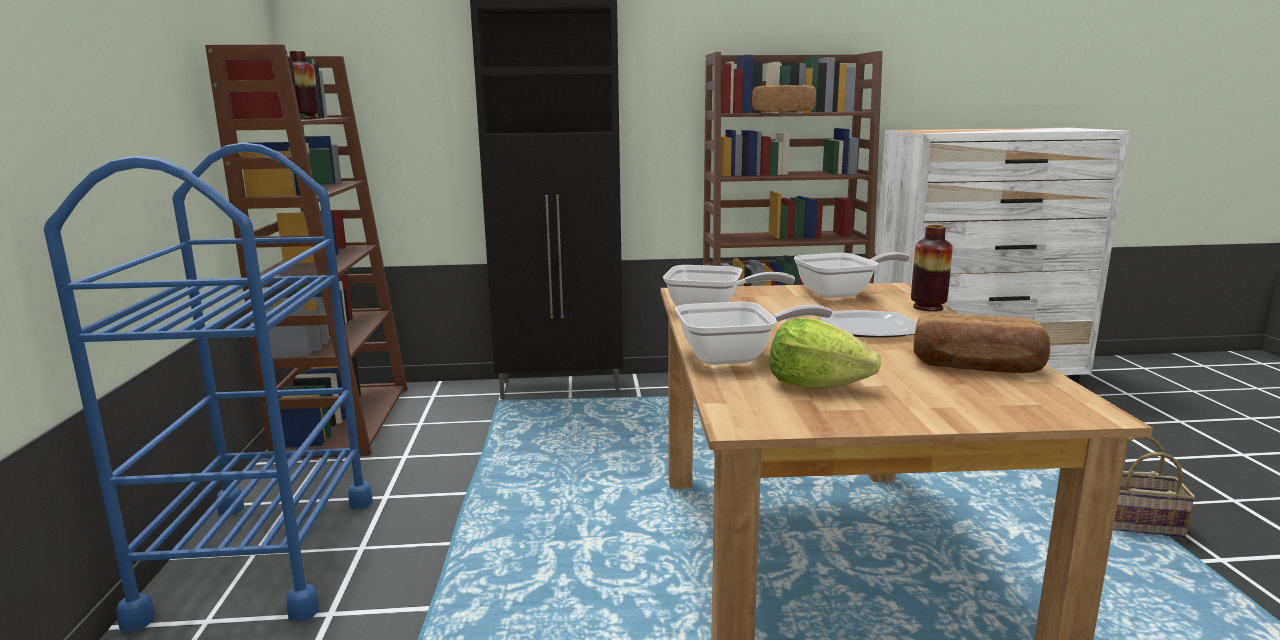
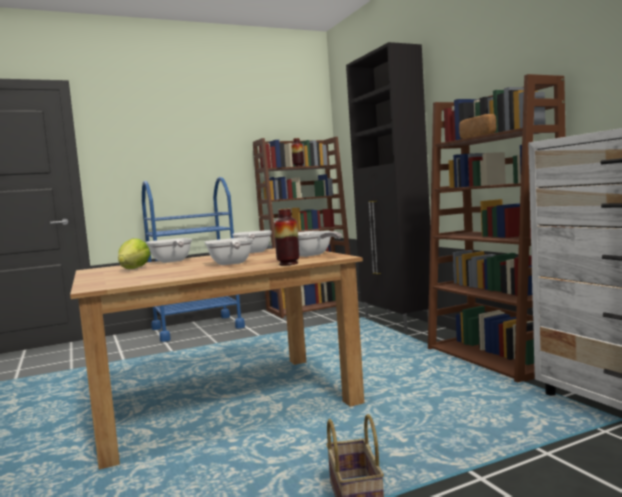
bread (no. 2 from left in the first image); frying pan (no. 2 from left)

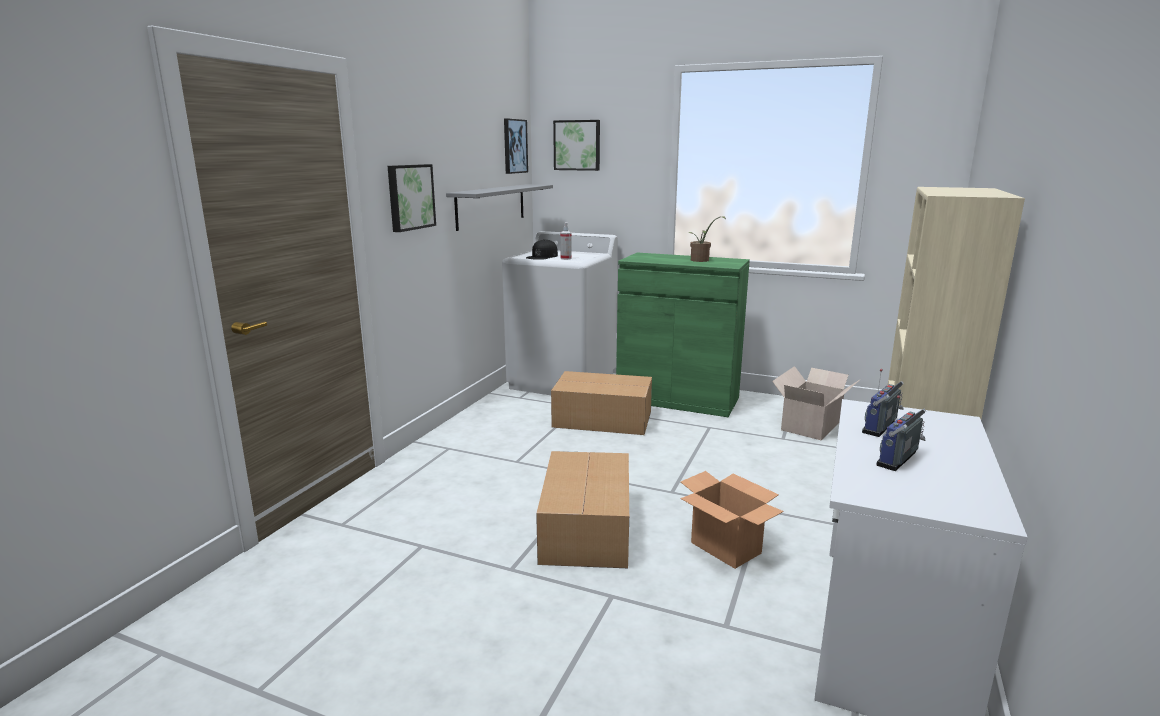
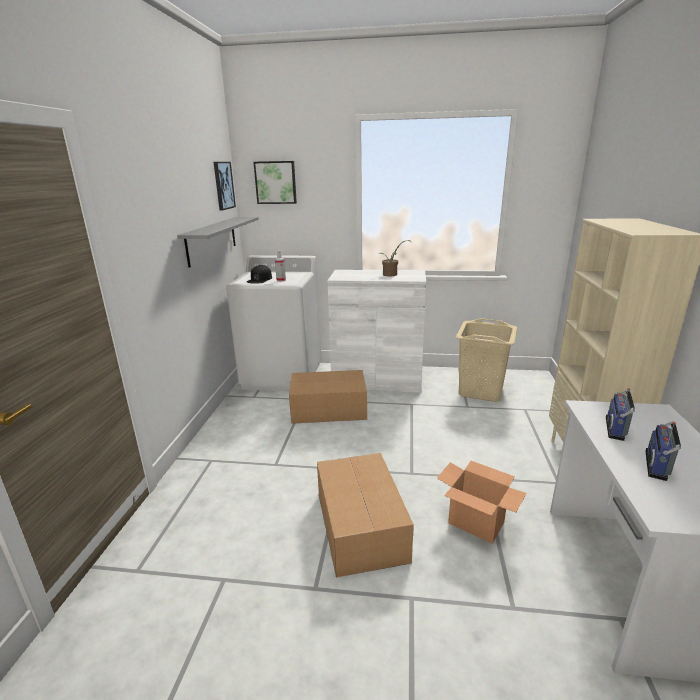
picture (no. 1 from left in the first image); beige laundry basket; white cabinet

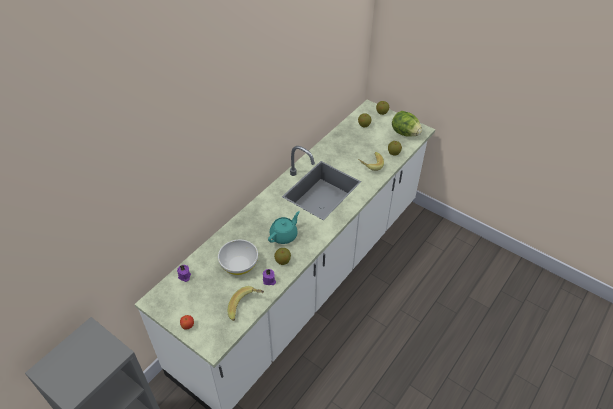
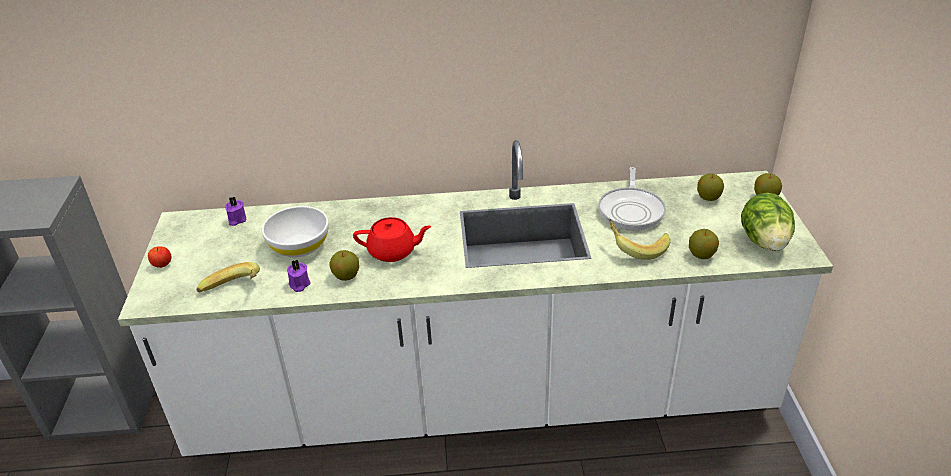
frying pan; red teapot

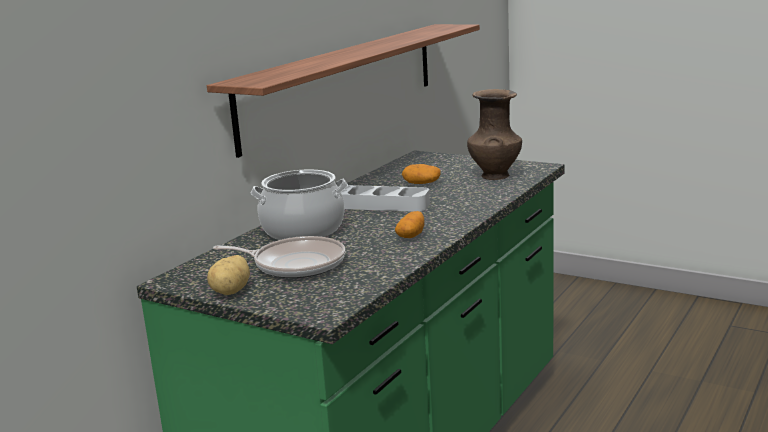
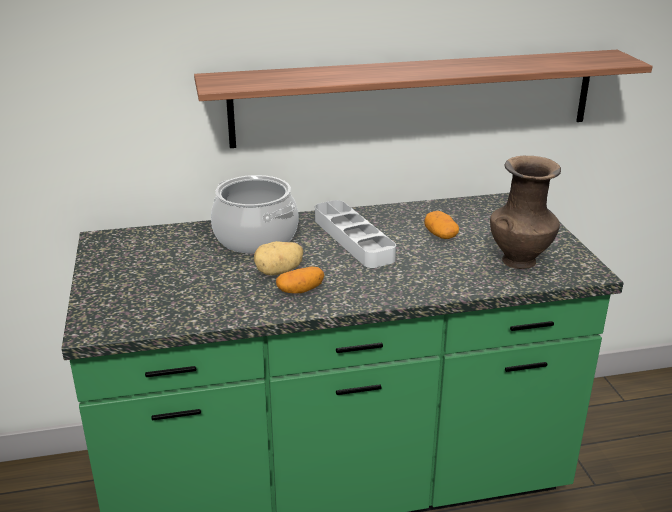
frying pan; potato (no. 1 from left)

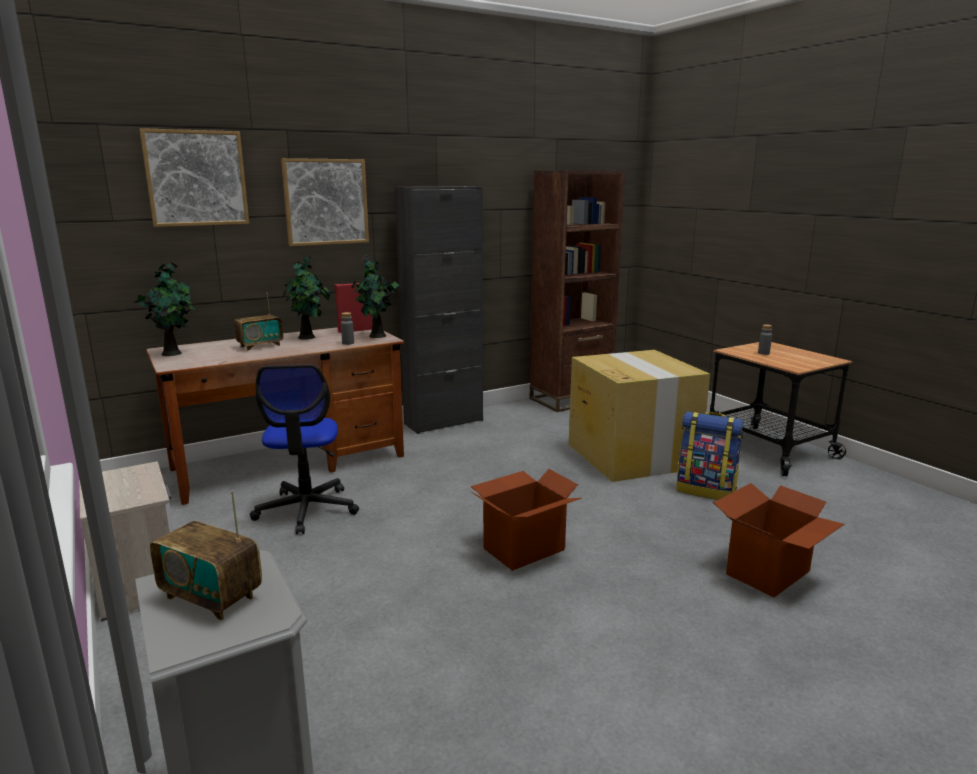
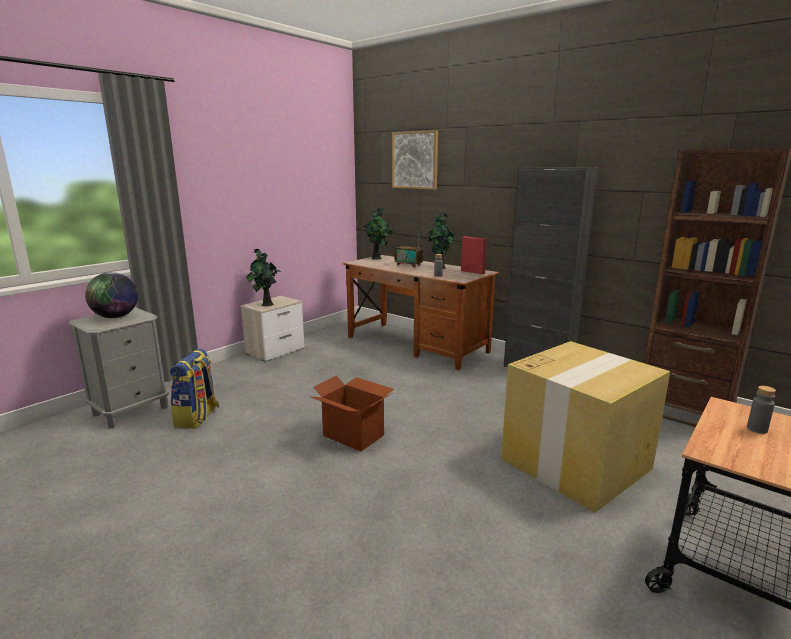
office chair; picture (no. 2 from left in the first image); cardboard box (no. 3 from left in the first image); potted plant (no. 1 from left); backpack; globe

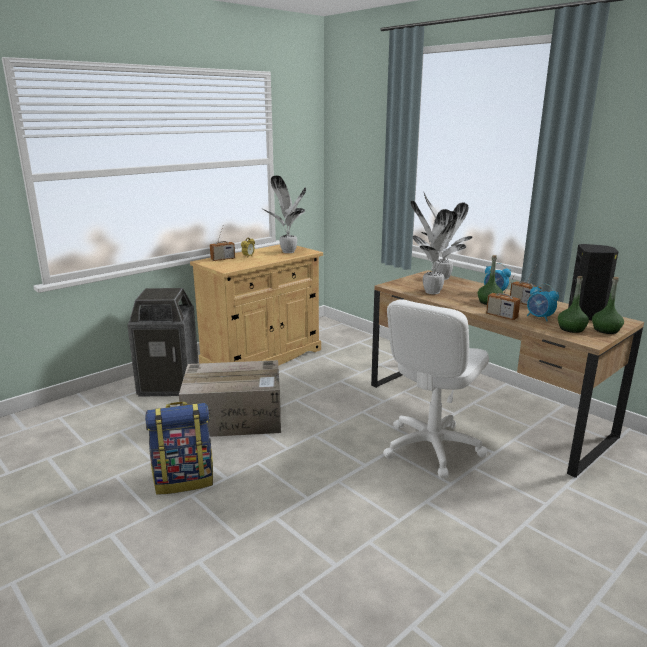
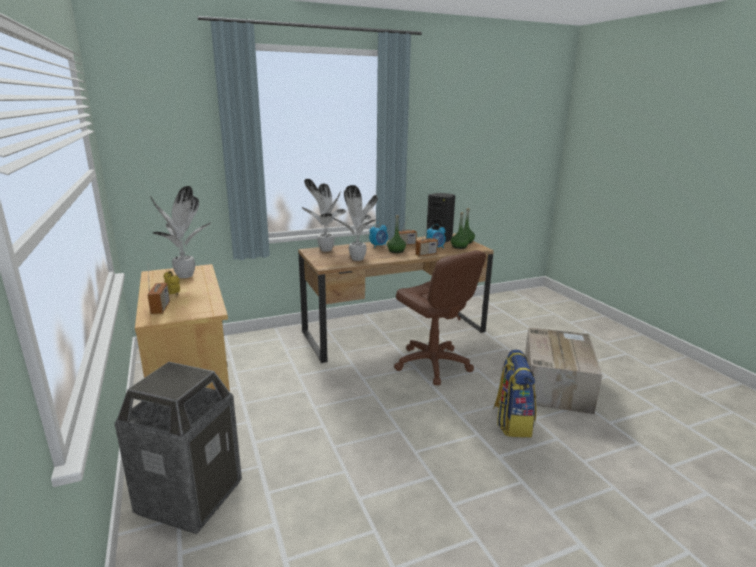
backpack; cardboard box; brown office chair

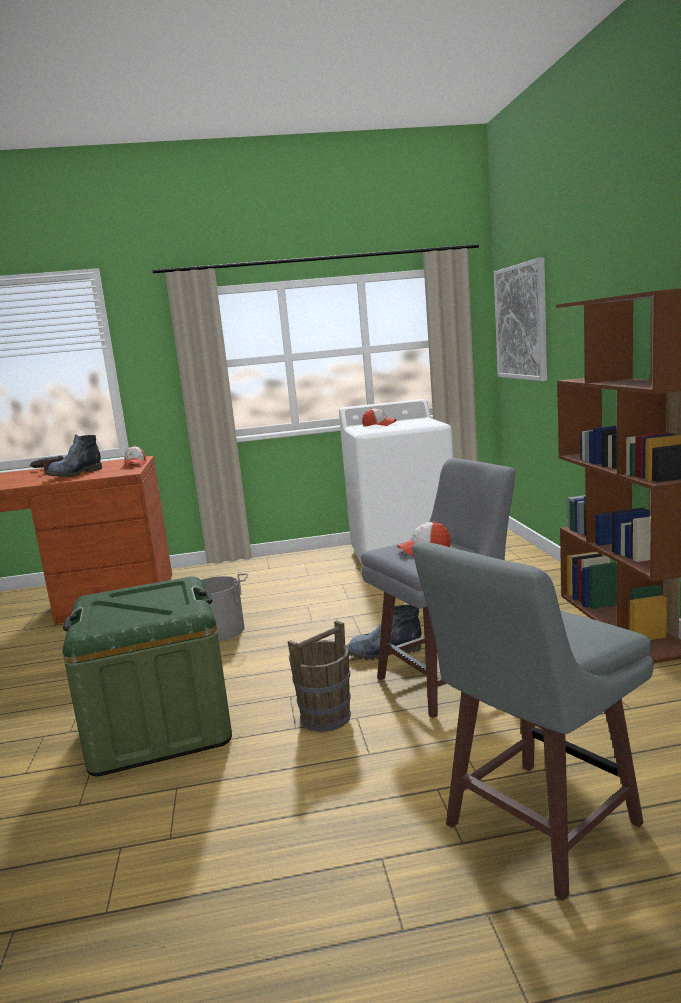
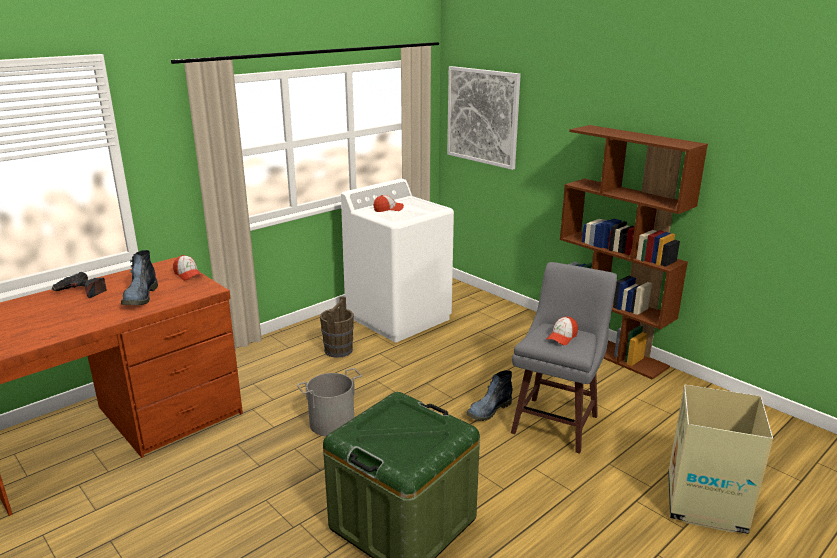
brown bucket; cardboard box

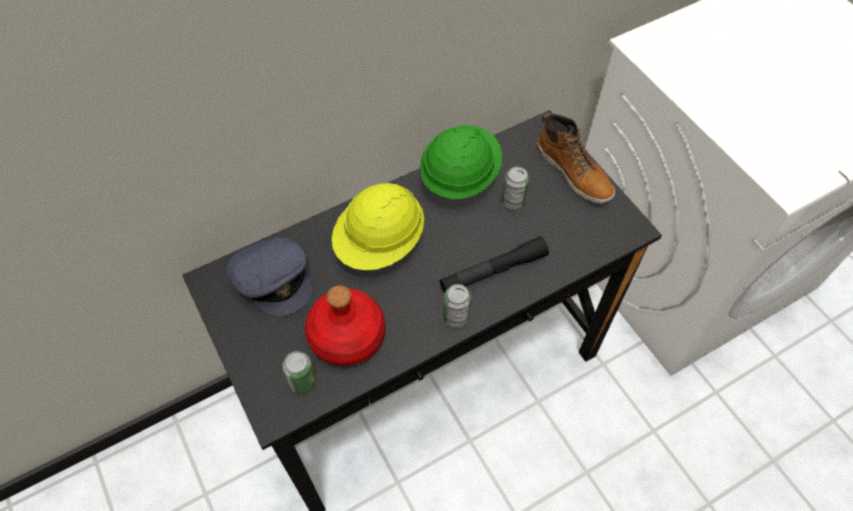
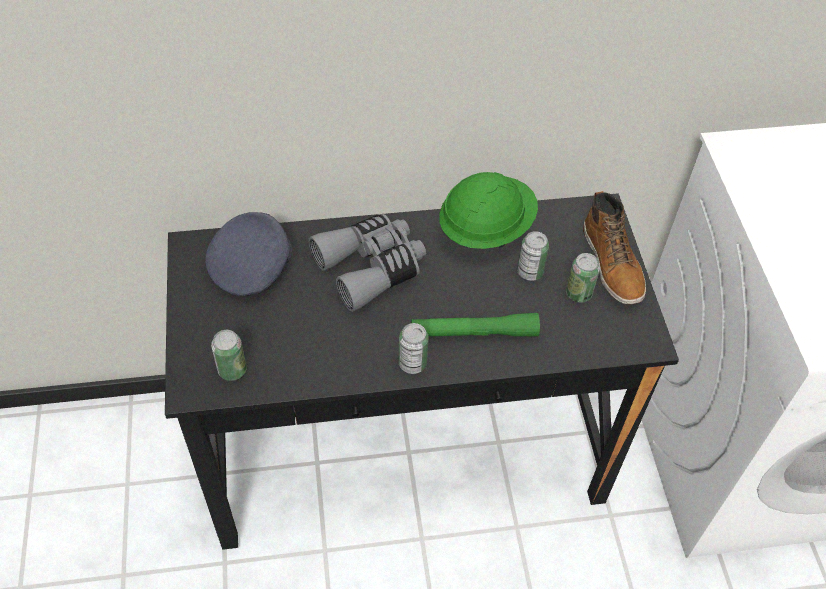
red bottle; can (no. 4 from left); grey binoculars; green flashlight; grey cap

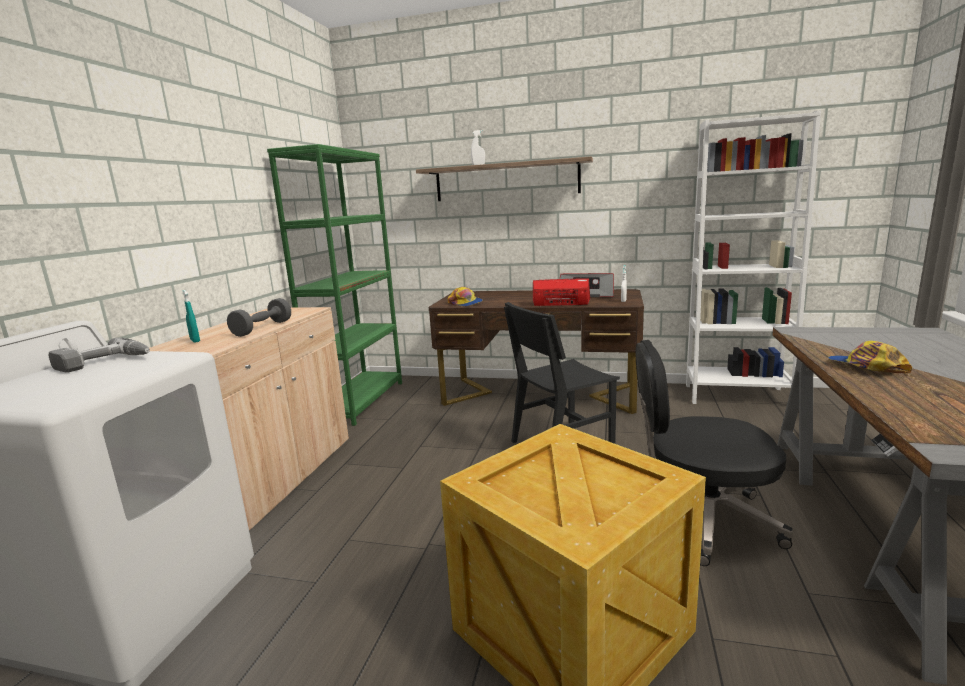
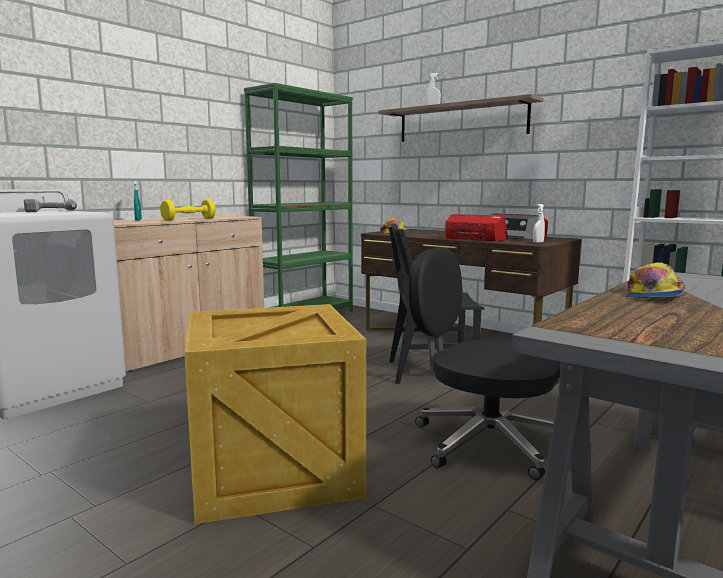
yellow dumbbell; cap (no. 2 from left)

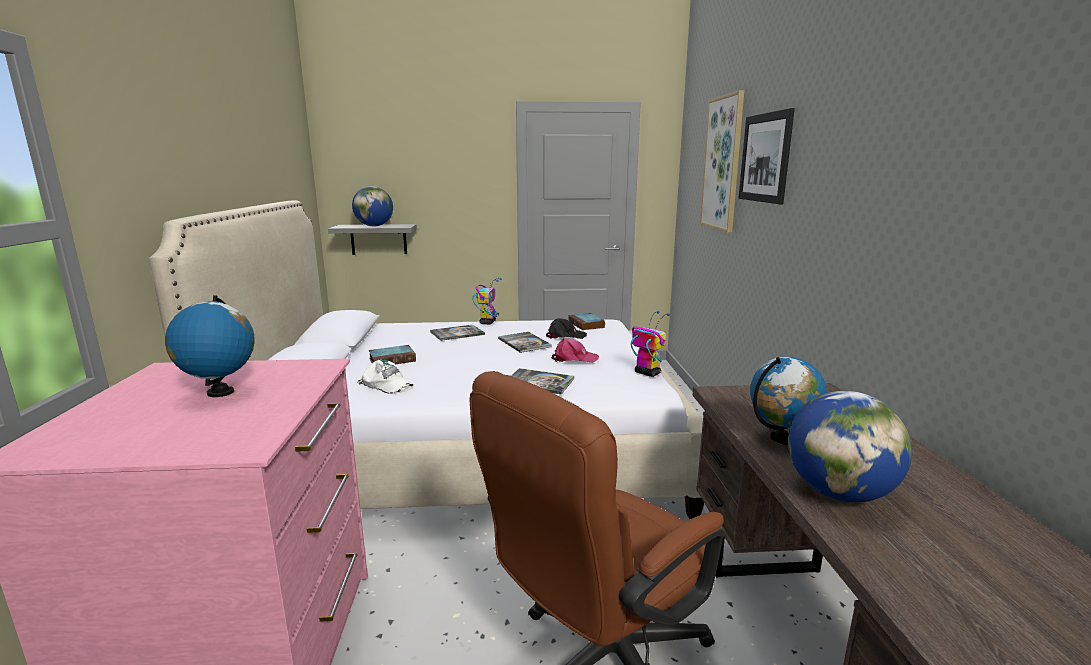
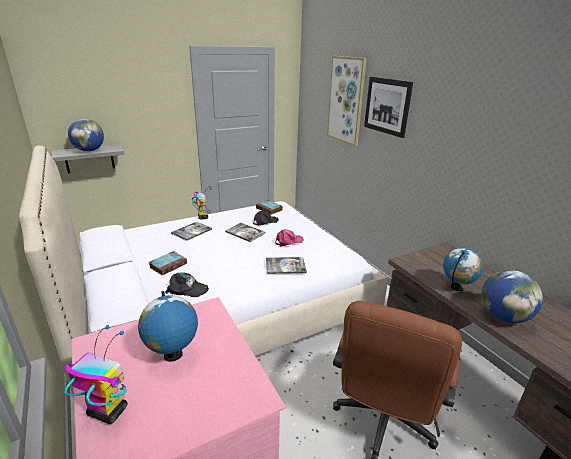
toy robot (no. 1 from left); black cap (no. 1 from left)

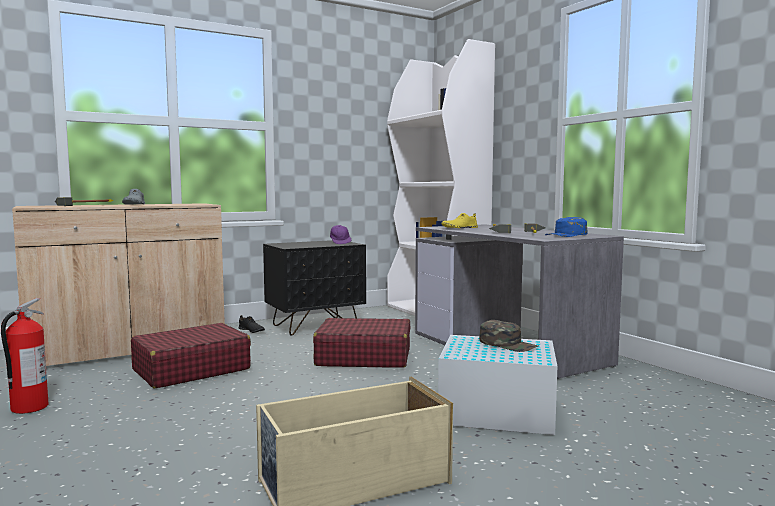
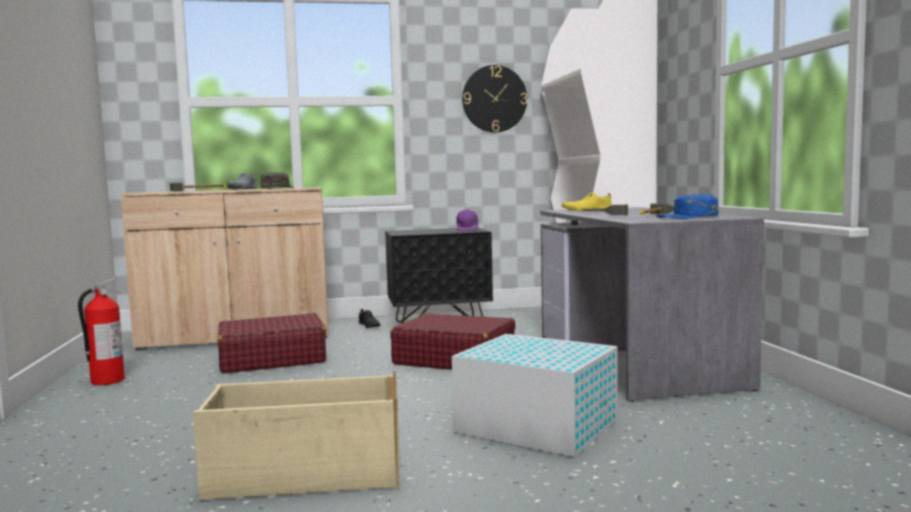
wall clock; green cap

